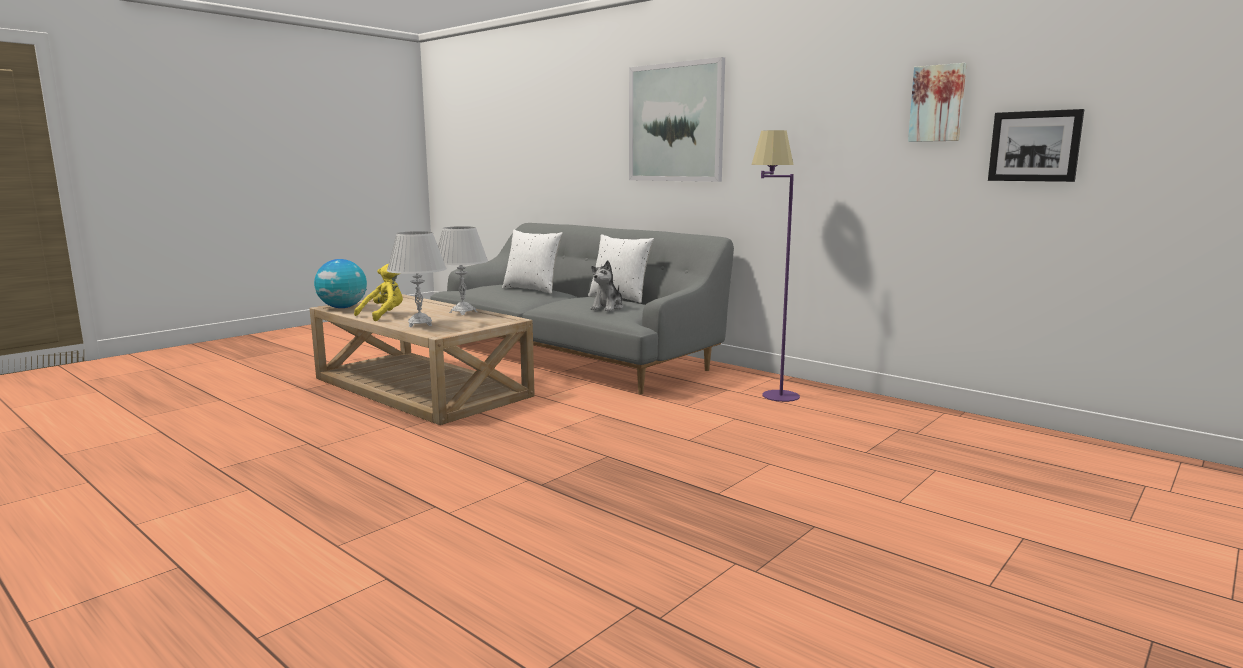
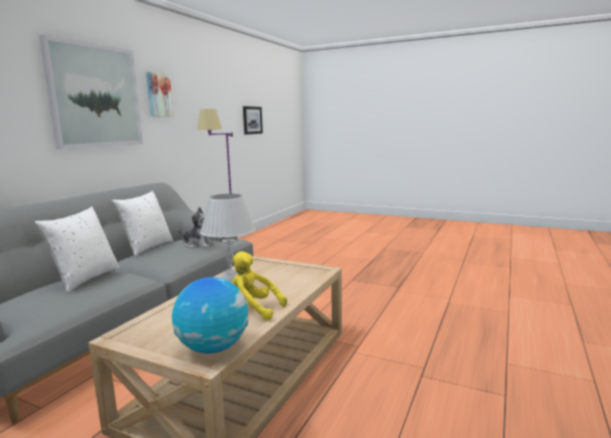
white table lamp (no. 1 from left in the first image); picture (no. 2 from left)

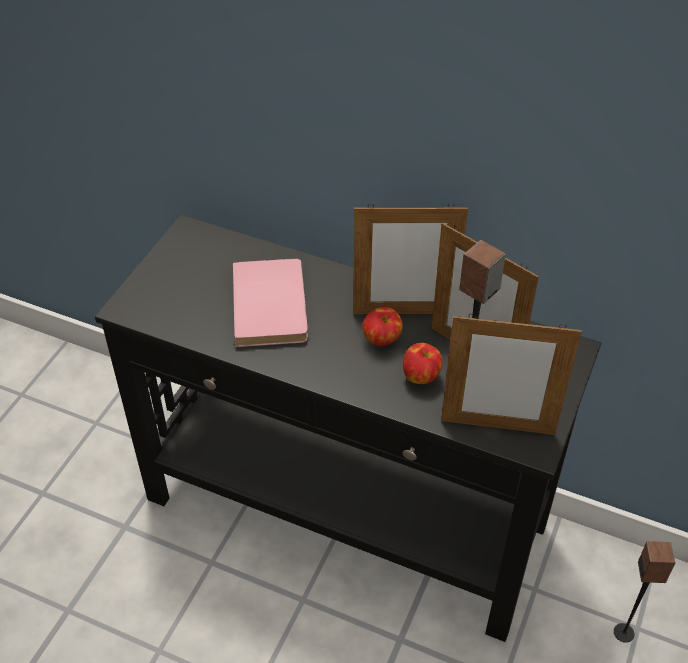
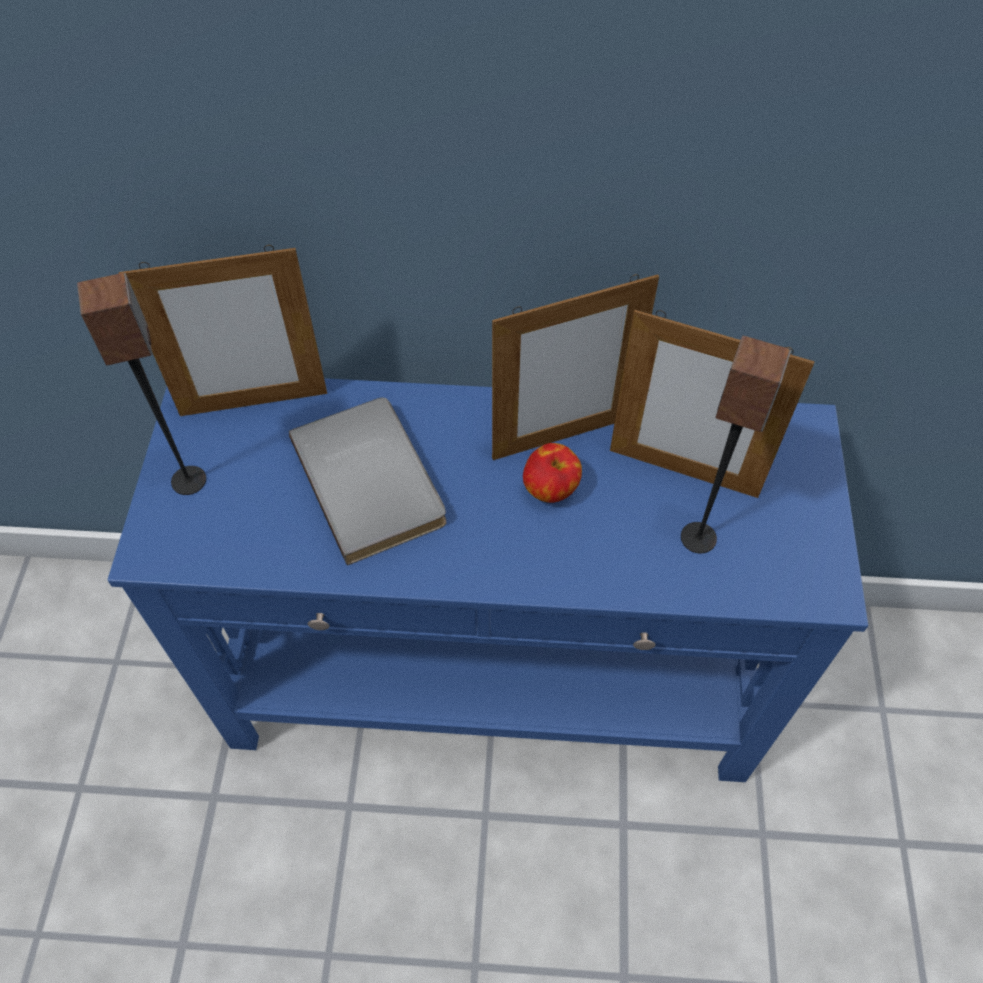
apple (no. 2 from left in the first image); picture frame (no. 1 from left); speaker (no. 1 from left); blue console table; grey book

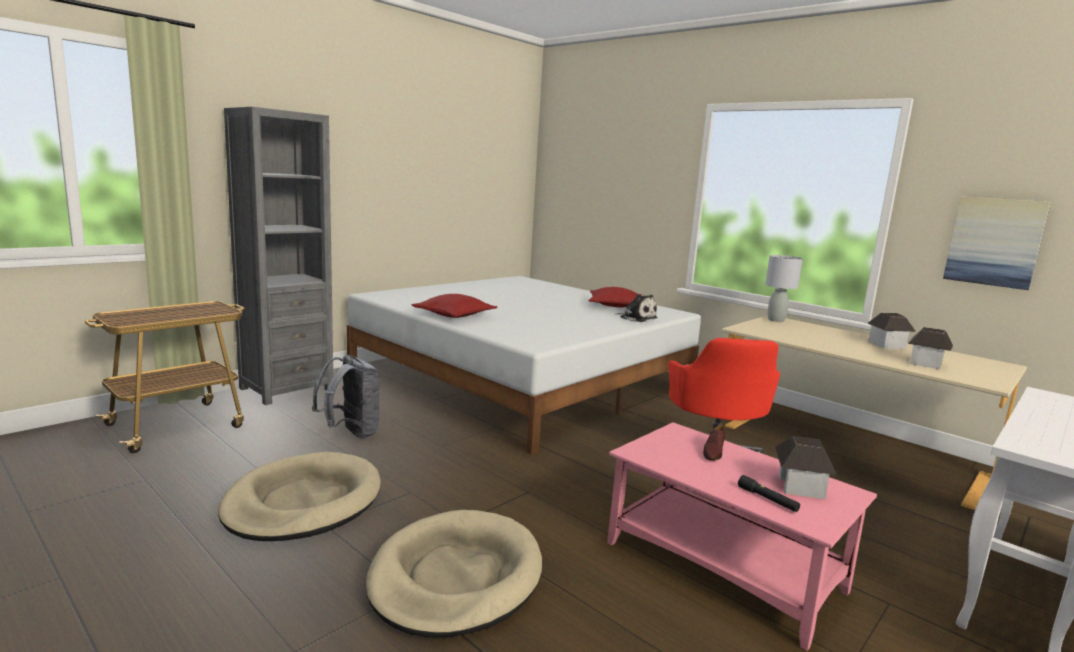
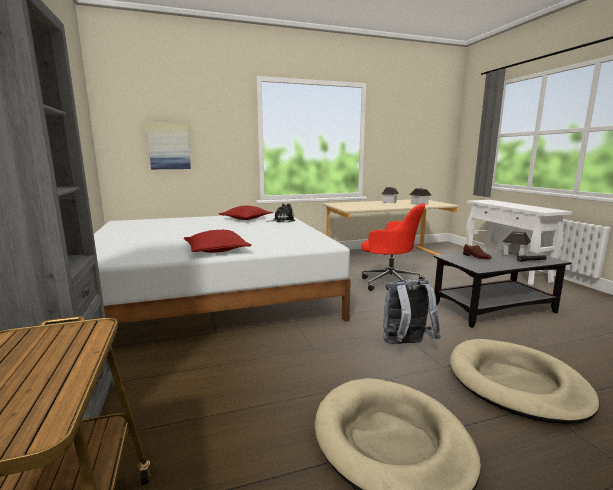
grey table lamp; grey backpack; picture; black coffee table

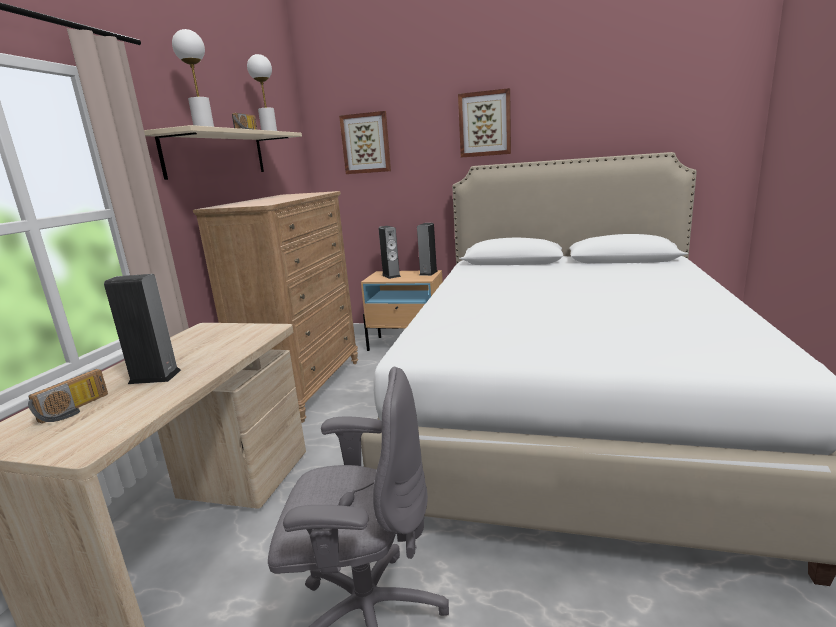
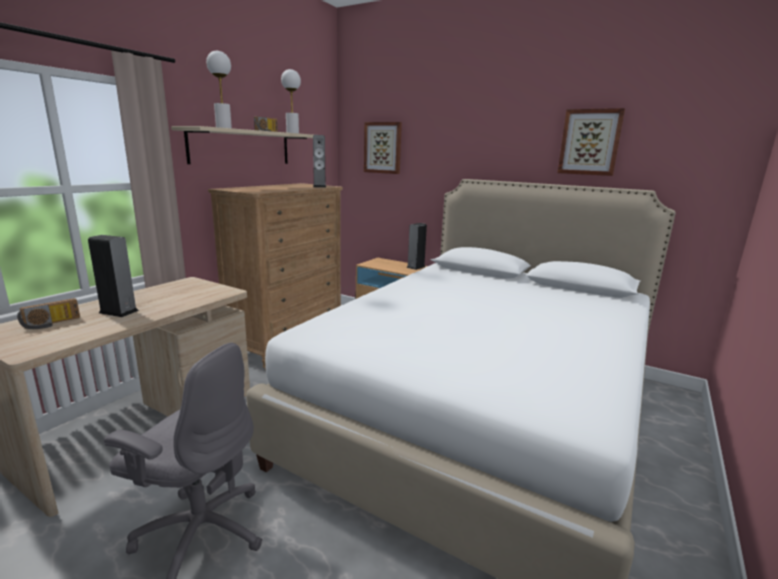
speaker (no. 2 from left); picture (no. 2 from left)

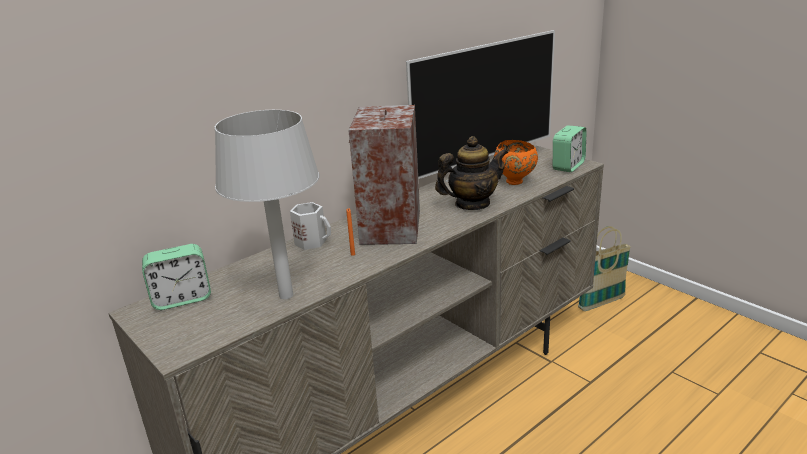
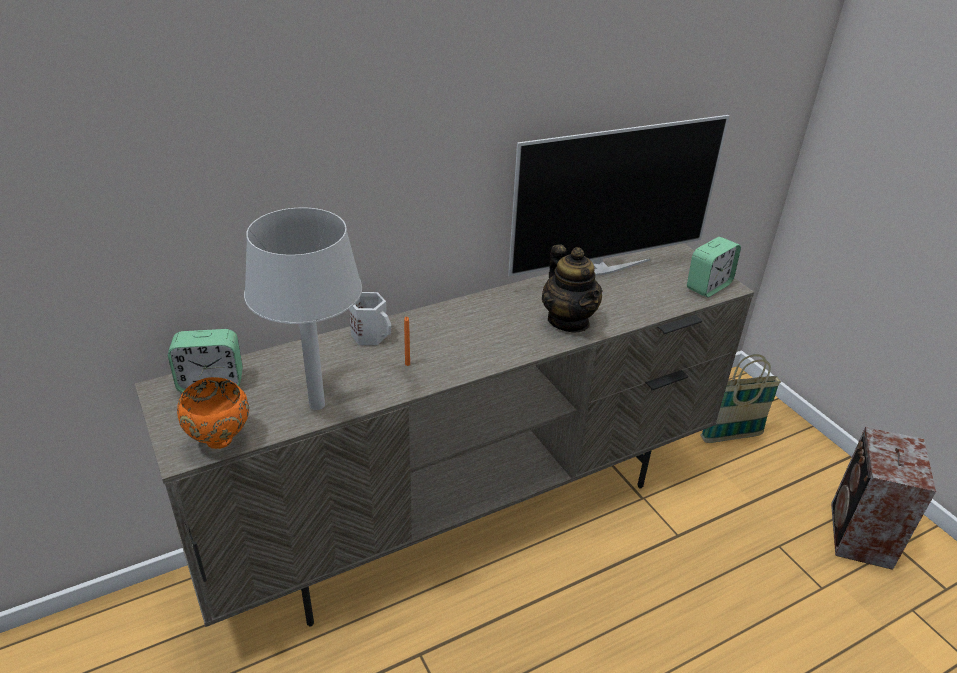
speaker; orange bowl; teapot

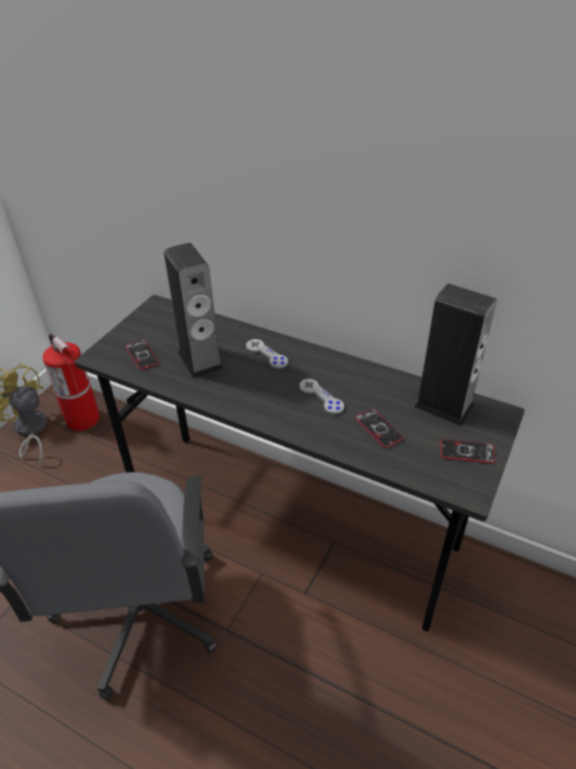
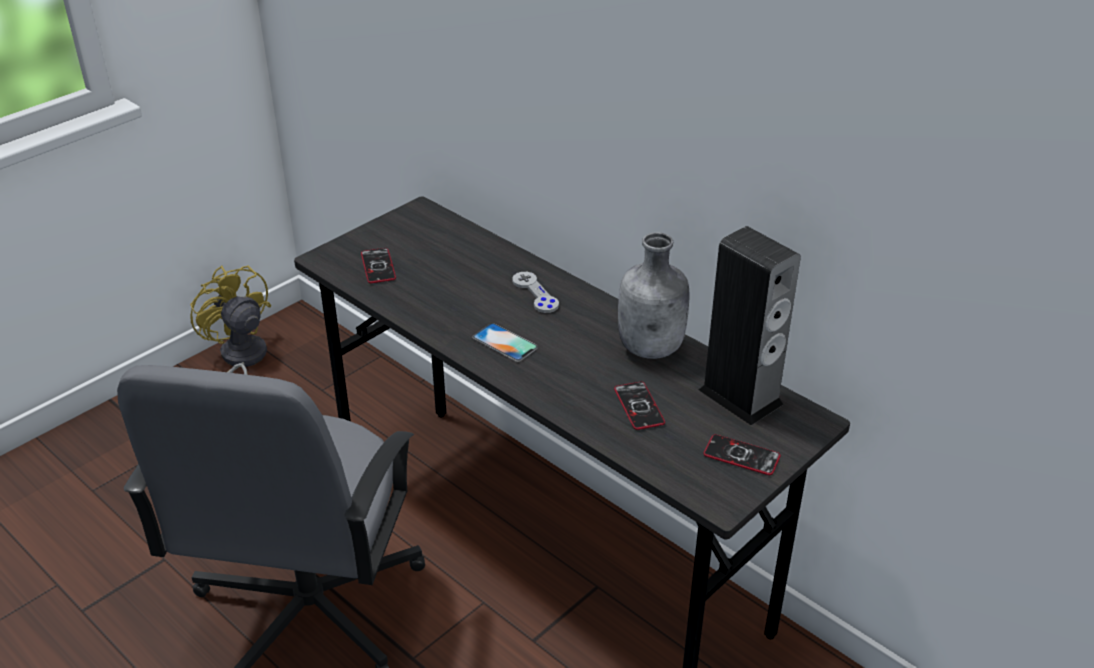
fire extinguisher; speaker (no. 1 from left in the first image); grey game controller (no. 2 from left in the first image); phone (no. 2 from left); grey bottle

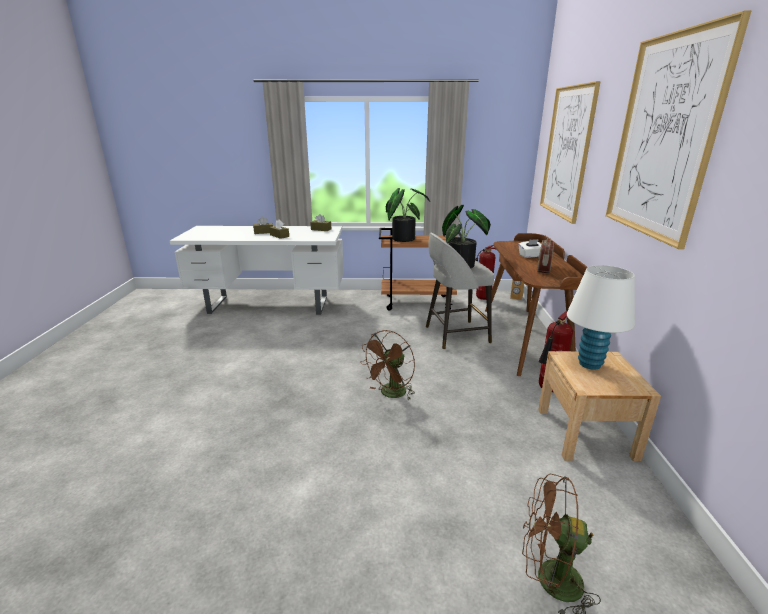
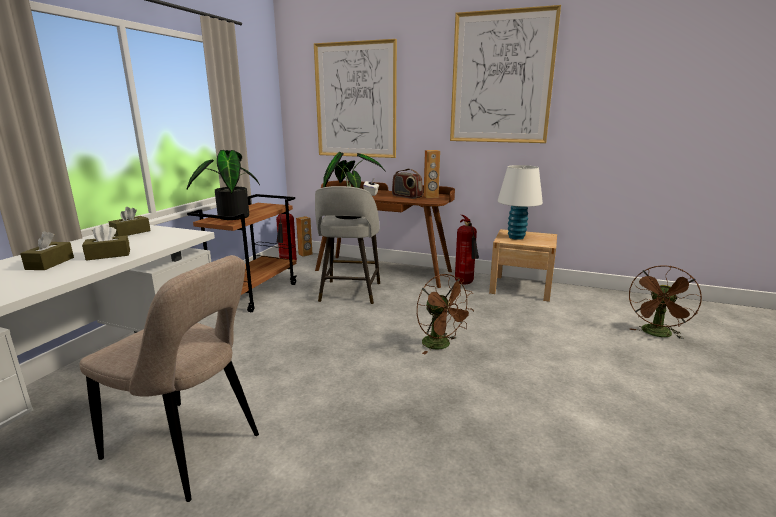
beige chair; brown speaker (no. 2 from left)

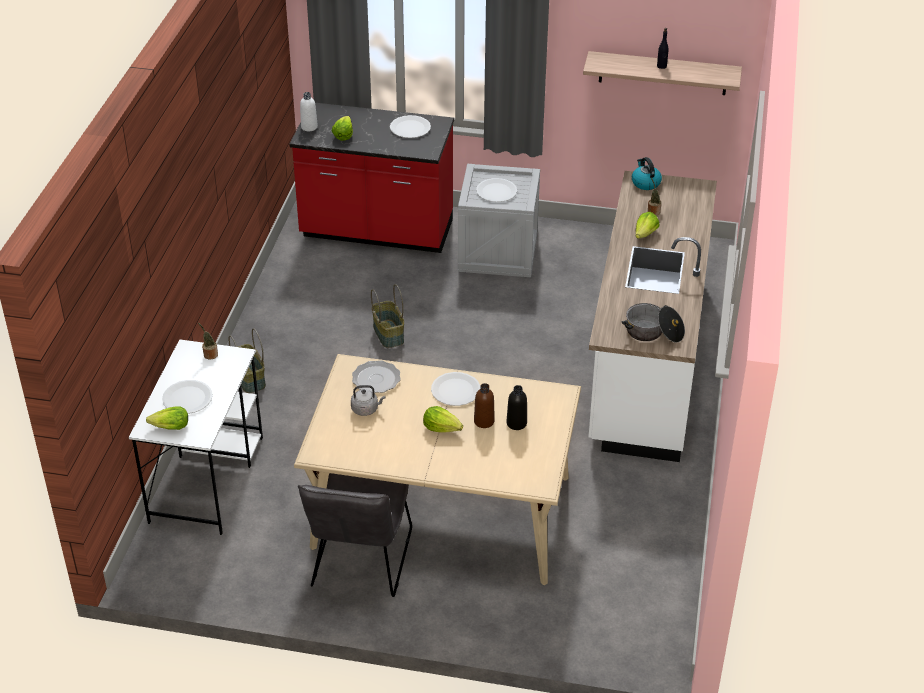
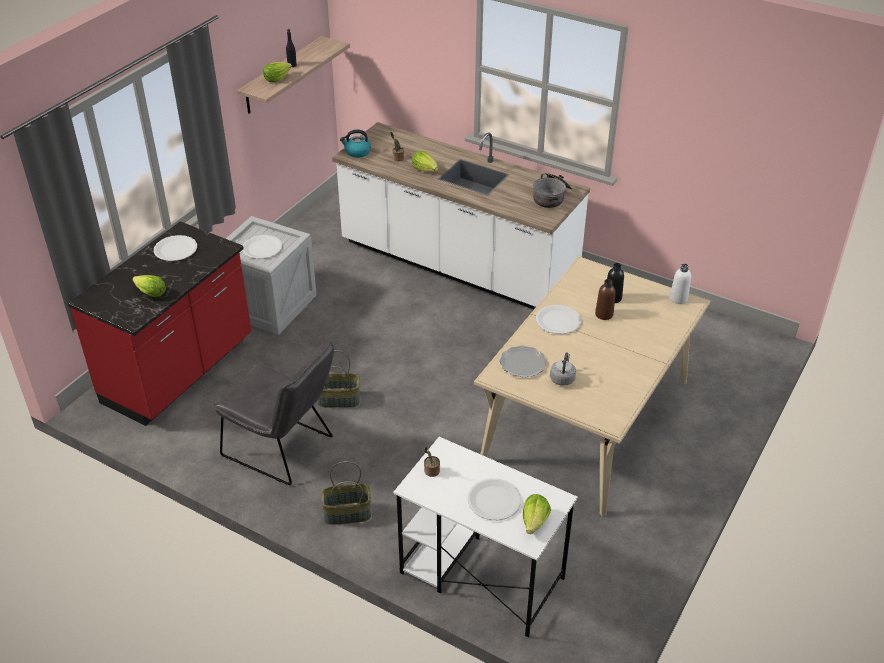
grey chair; white bottle; lettuce (no. 2 from left)

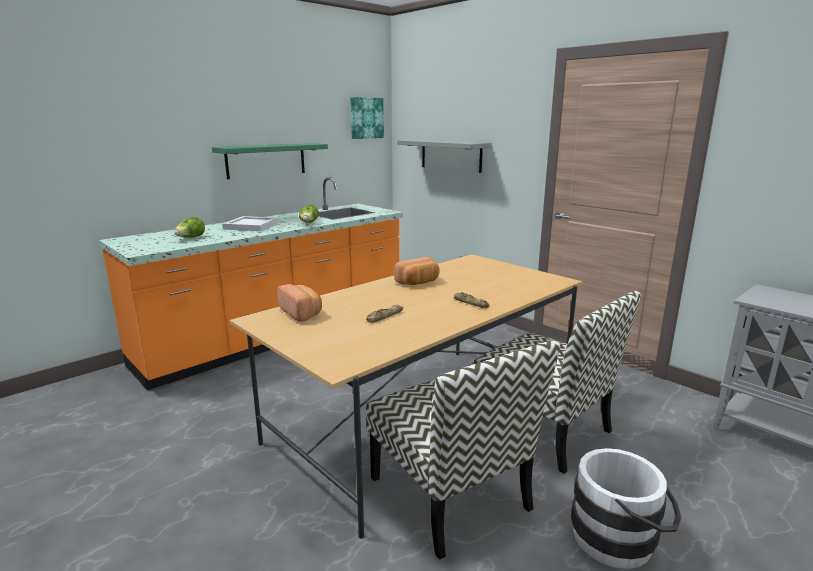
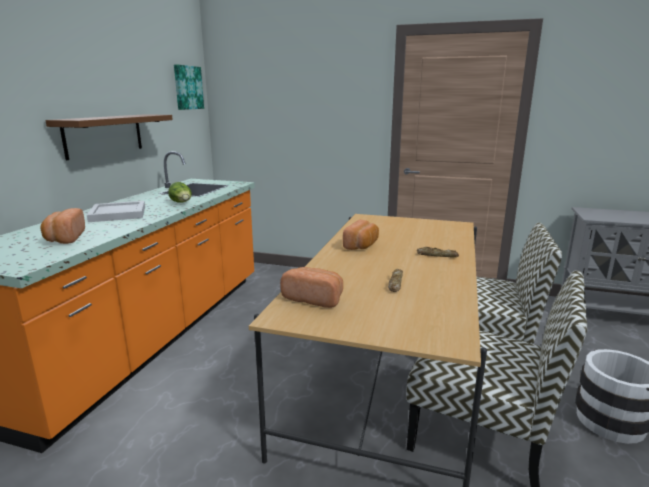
grey shelf; bread (no. 1 from left); brown shelf

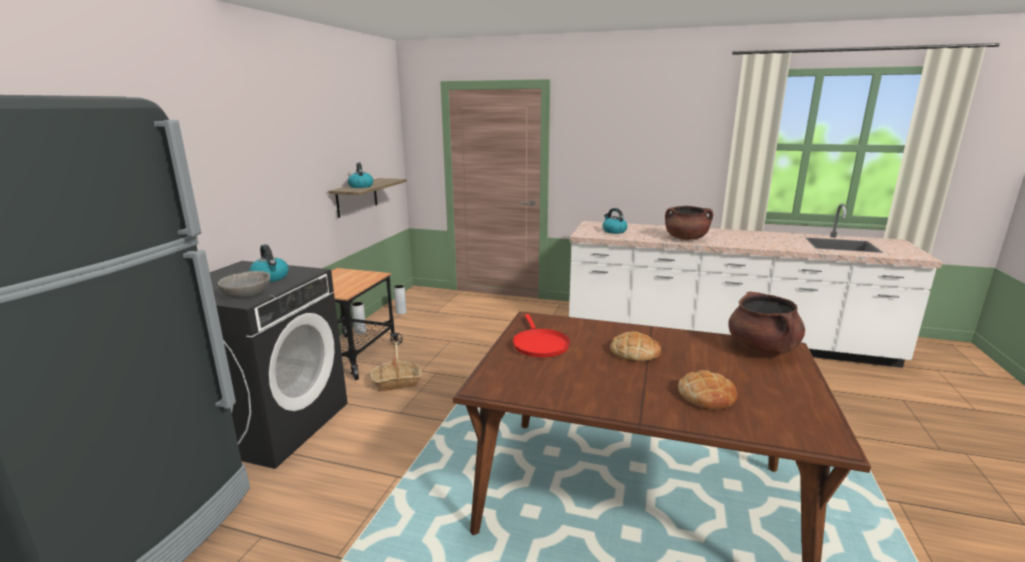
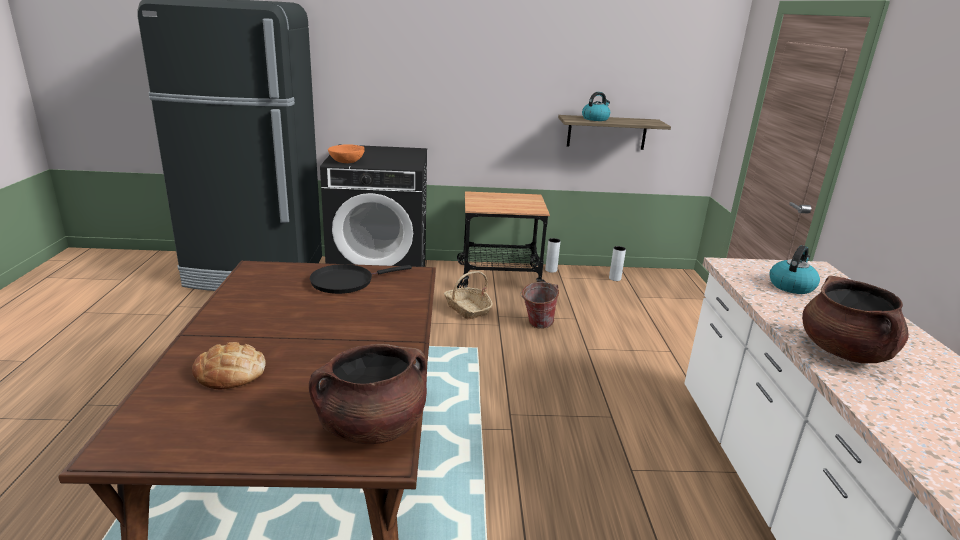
kettle (no. 1 from left in the first image); bread (no. 1 from left in the first image); bucket; orange bowl; black frying pan

